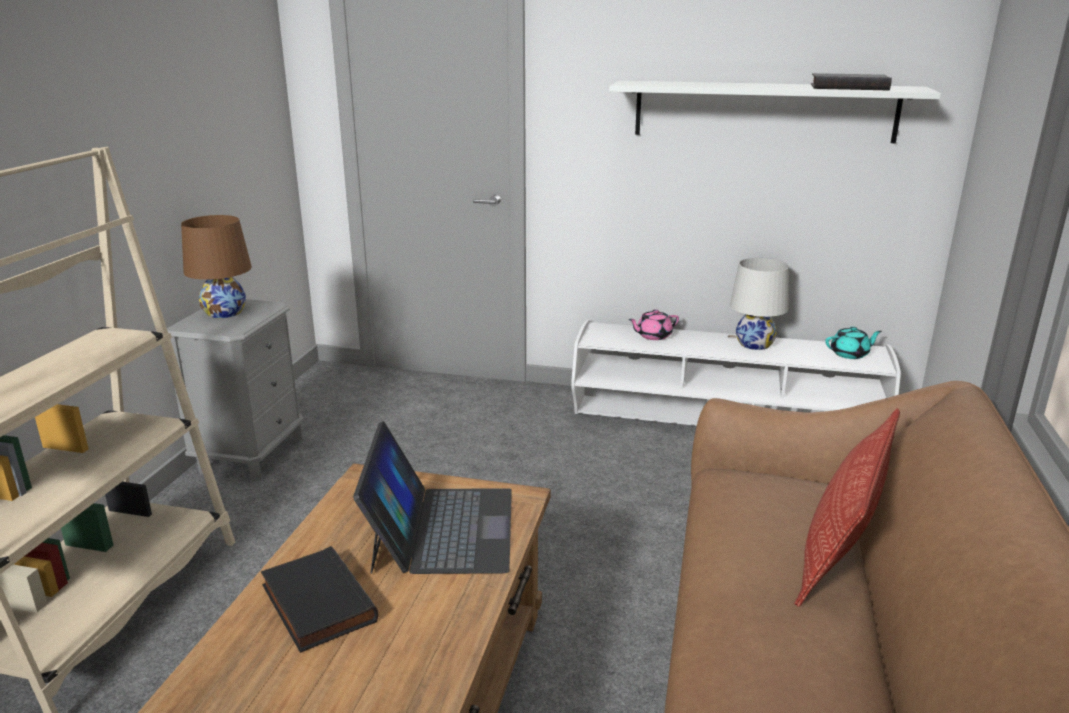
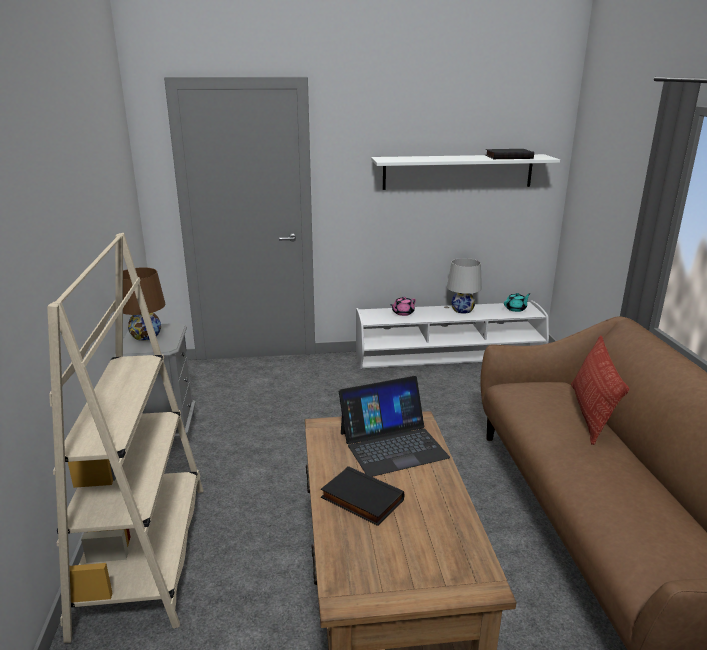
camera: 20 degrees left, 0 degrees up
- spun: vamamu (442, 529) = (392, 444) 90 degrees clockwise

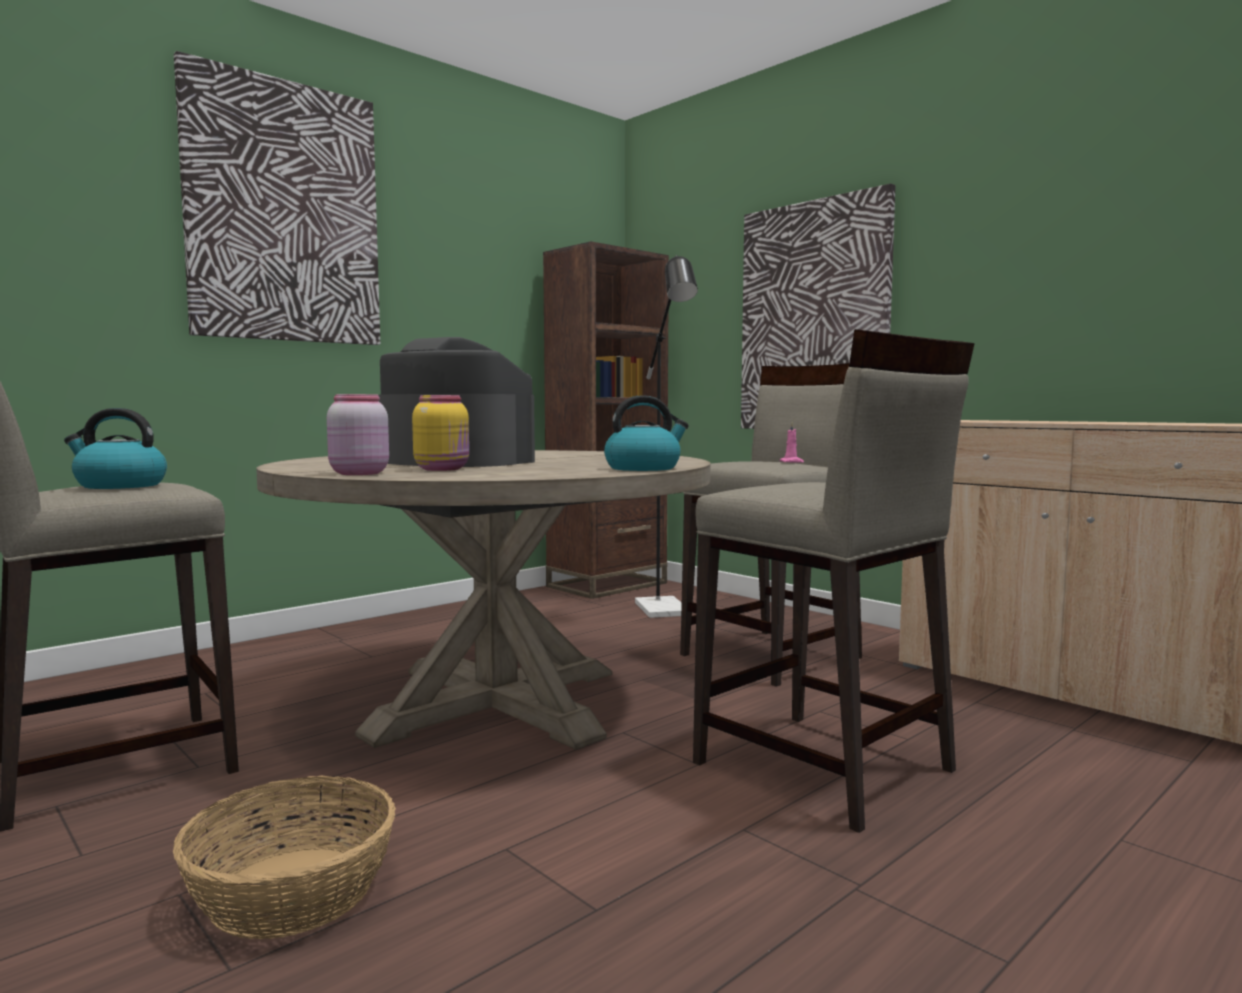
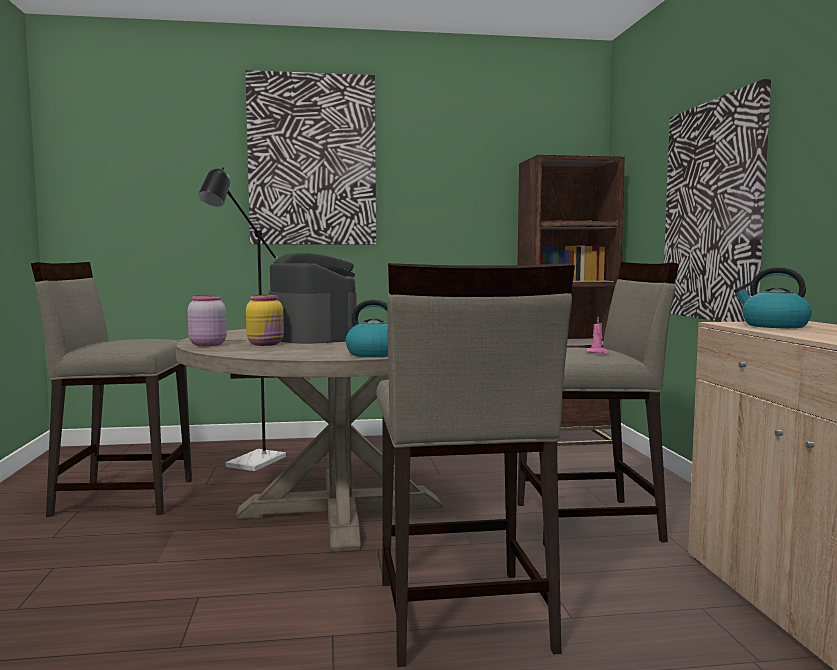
camera: 35 degrees right, 0 degrees up
- missing: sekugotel (291, 891)
- relocated: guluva (119, 486) to (773, 326)
- relocated: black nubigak (665, 612) to (249, 464)

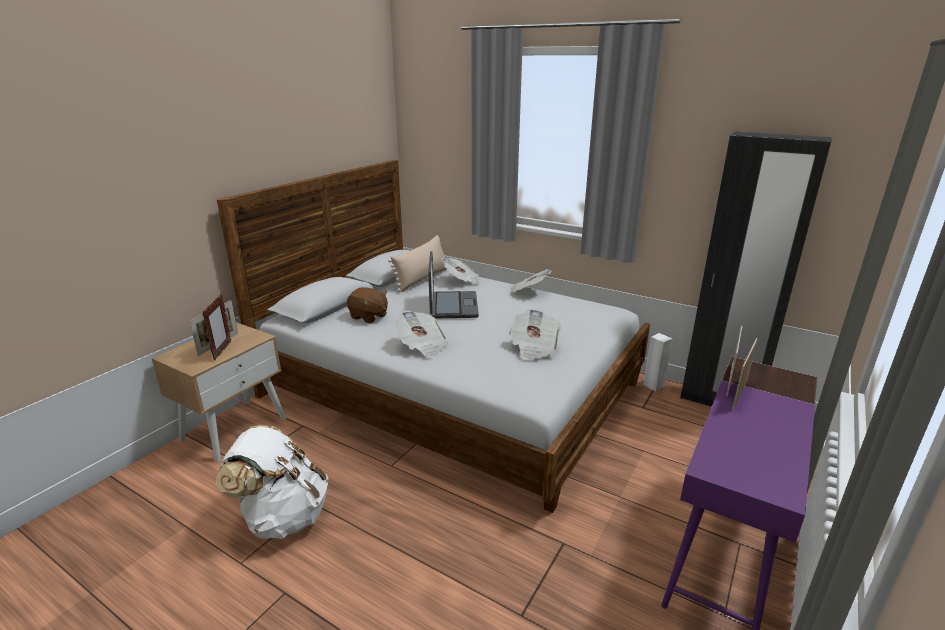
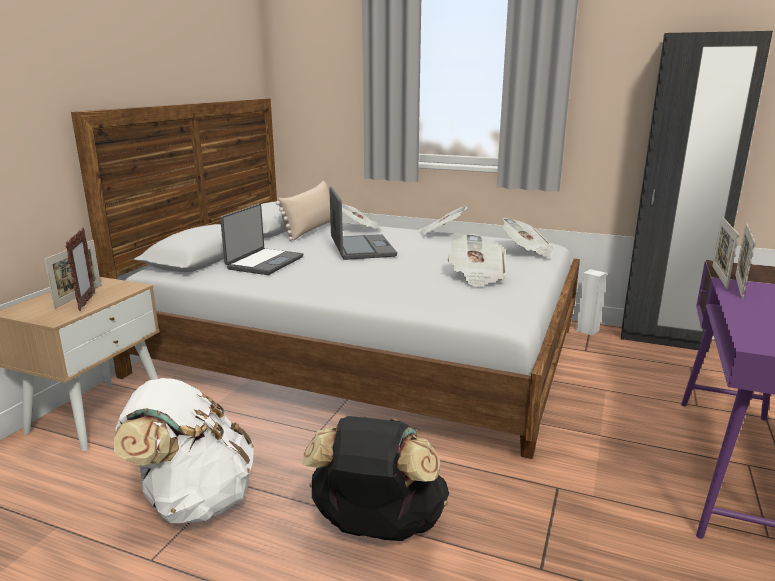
camera: 10 degrees left, 5 degrees down
- appeared: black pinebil (377, 528)
- relocated: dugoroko (422, 346) to (527, 252)
- exchanged: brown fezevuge (368, 317) to vamamu (264, 263)

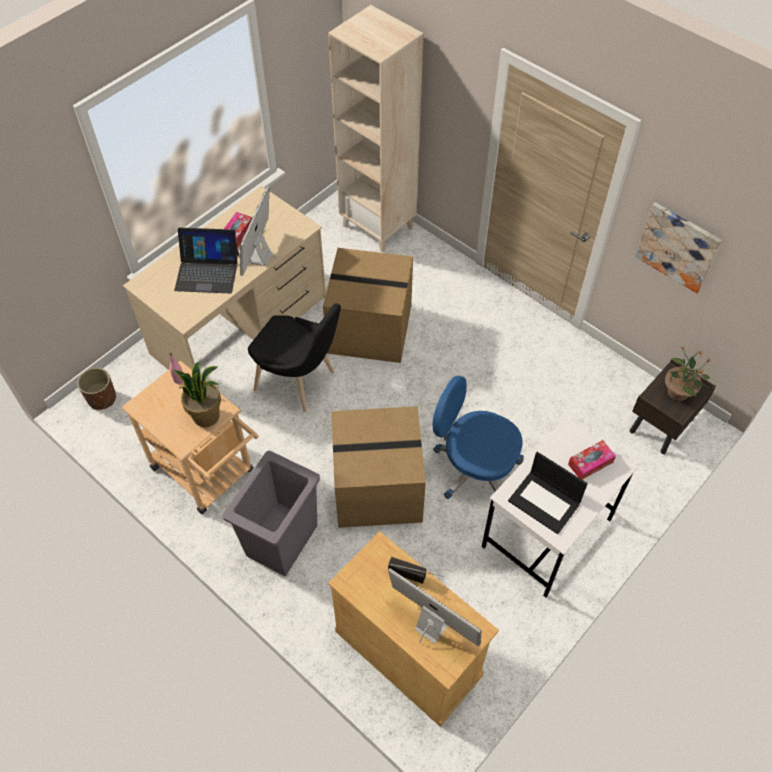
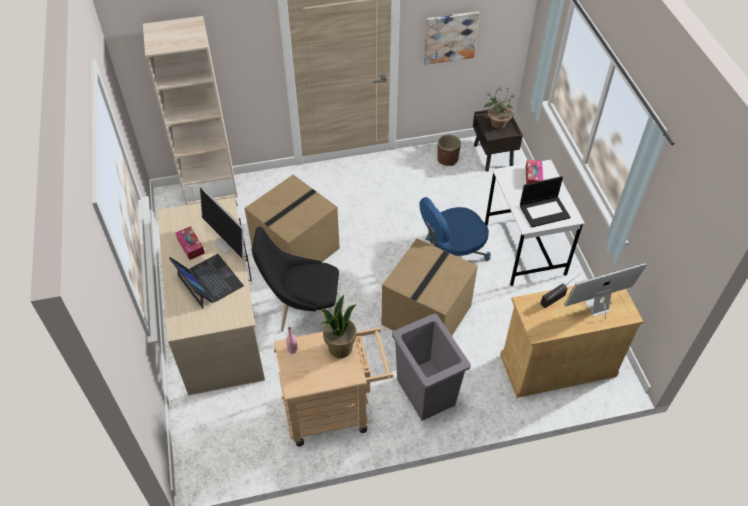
camera: 55 degrees left, 5 degrees down
- relocated: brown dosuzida (101, 398) to (447, 159)
- spun: vamamu (207, 271) = (209, 281) 75 degrees counterclockwise
- spun: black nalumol (300, 382) = (304, 312) 150 degrees counterclockwise

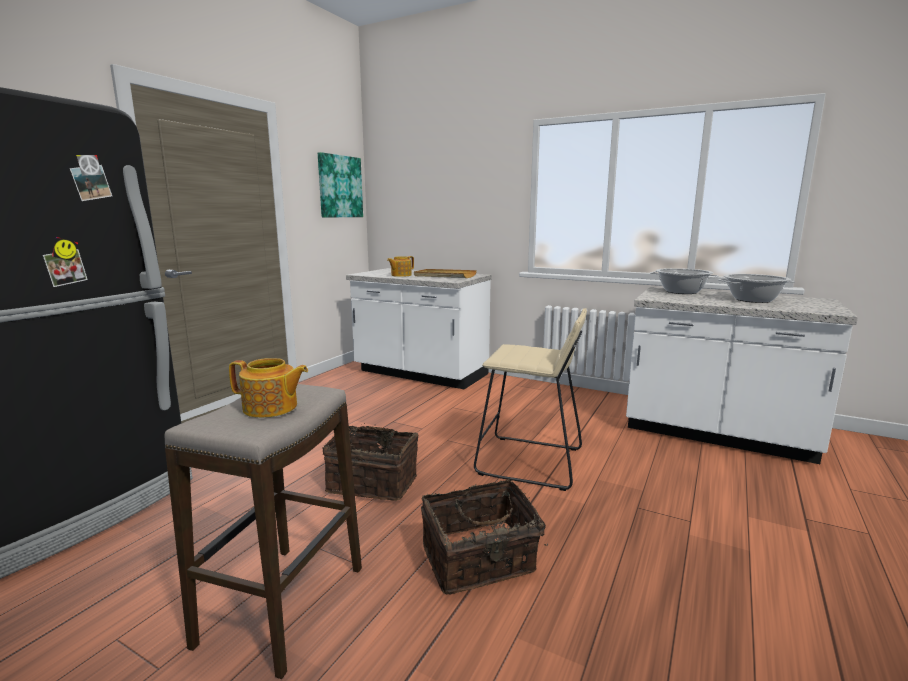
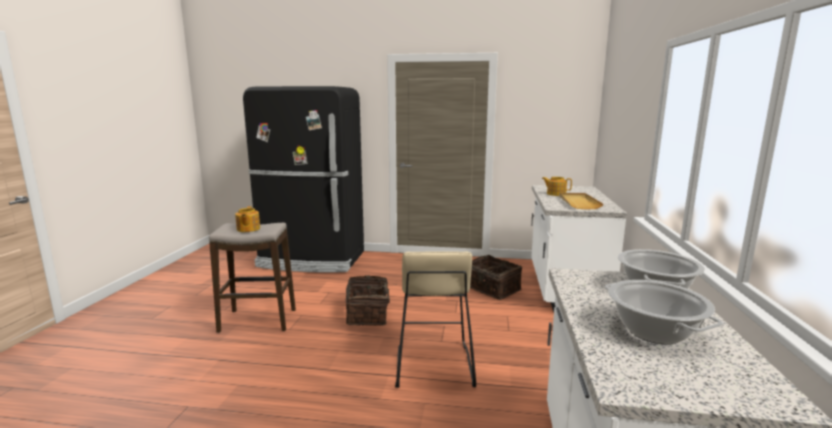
camera: 70 degrees right, 0 degrees up
- missing: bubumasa (339, 186)
- relocated: sekugotel (479, 561) to (492, 289)

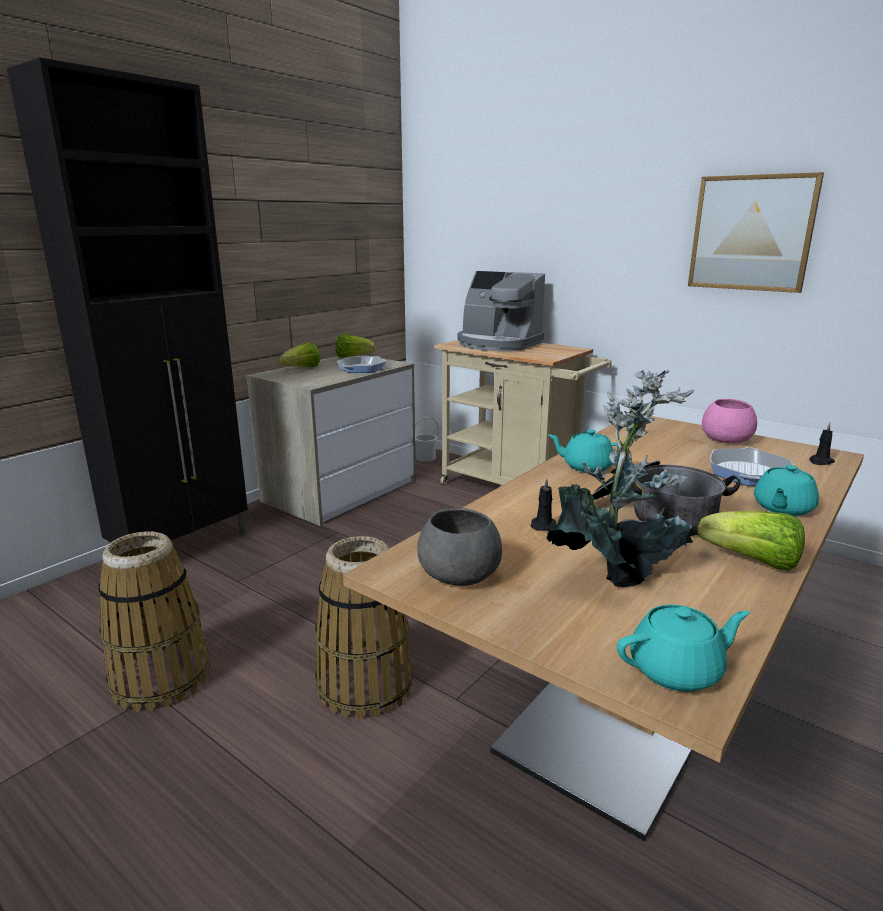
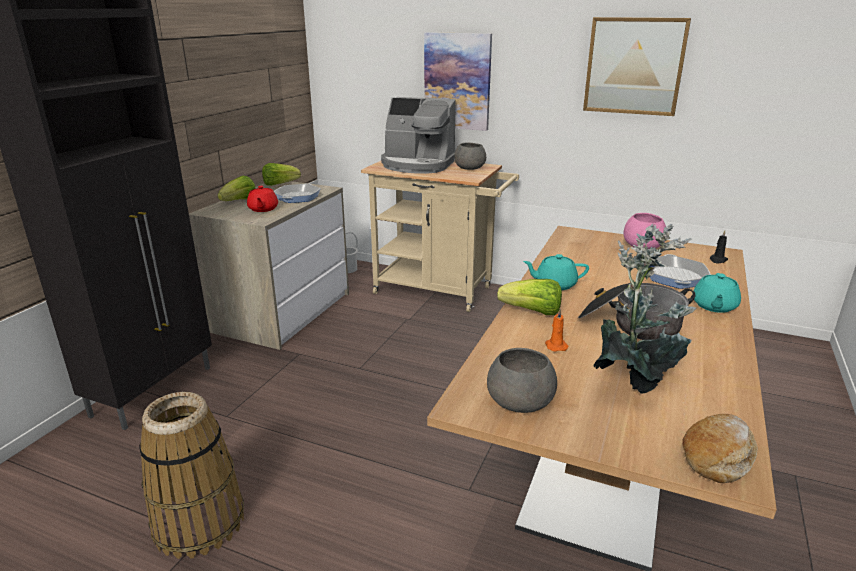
camera: 15 degrees left, 5 degrees up
- missing: sekugotel (365, 685)
- appeared: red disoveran (263, 209)
- appeared: bubumasa (457, 81)
- appeared: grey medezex (469, 168)
- relocated: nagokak (752, 561) to (532, 312)
- exchanged: turquoise disoveran (677, 670) to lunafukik (718, 456)
- colour: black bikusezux (543, 525) to orange bikusezux (555, 346)

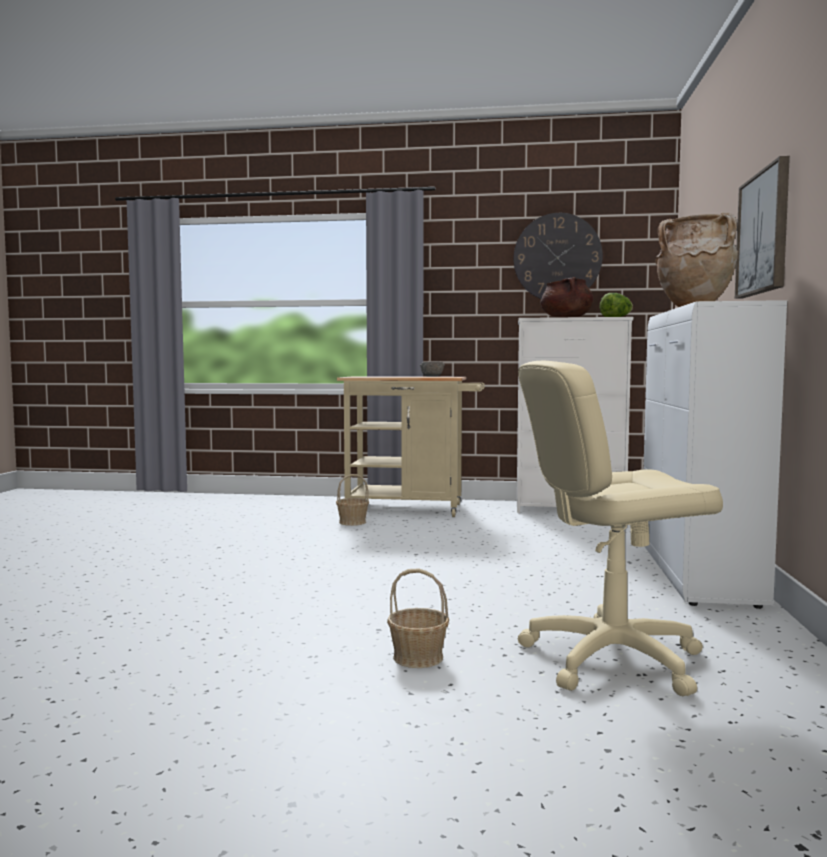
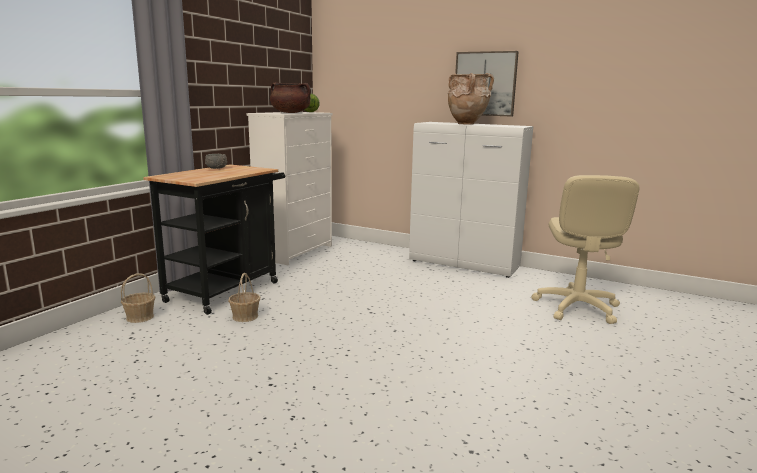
camera: 70 degrees left, 10 degrees up
- missing: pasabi (557, 257)
- relocated: sekugotel (418, 657) to (140, 317)
- colour: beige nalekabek (413, 509) to black nalekabek (227, 289)

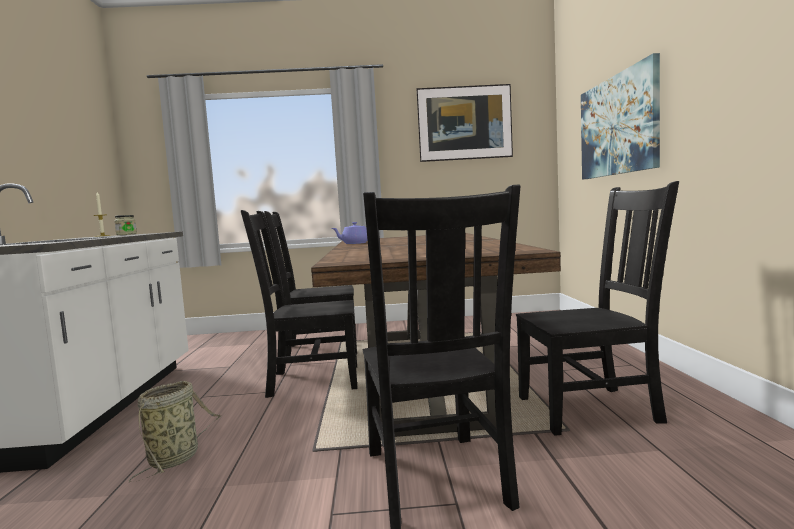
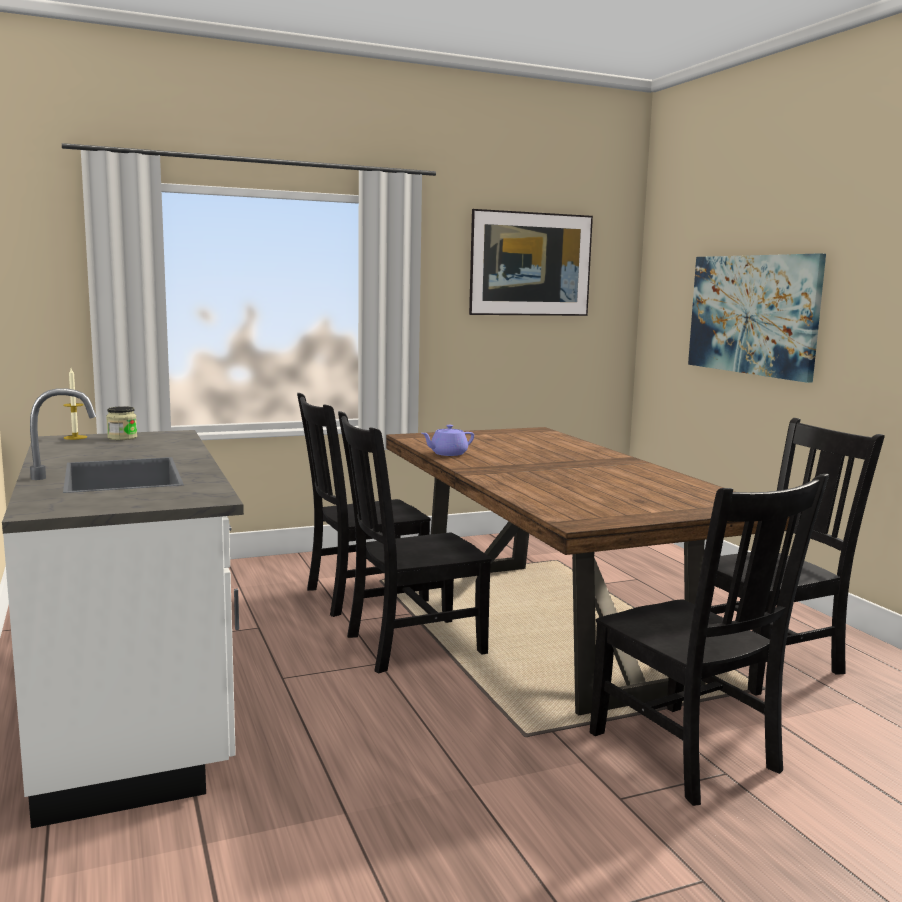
camera: 20 degrees left, 5 degrees up
- missing: sekugotel (176, 458)

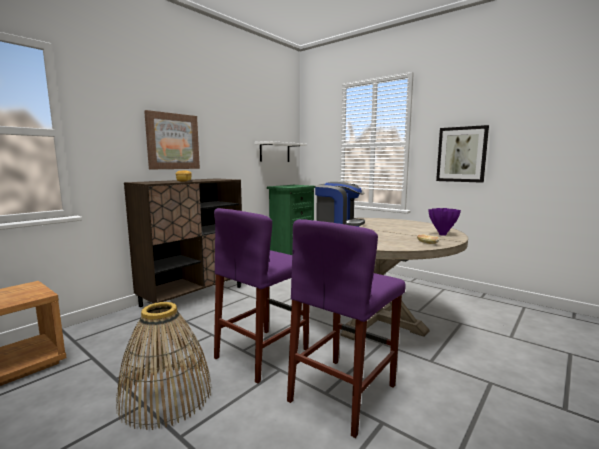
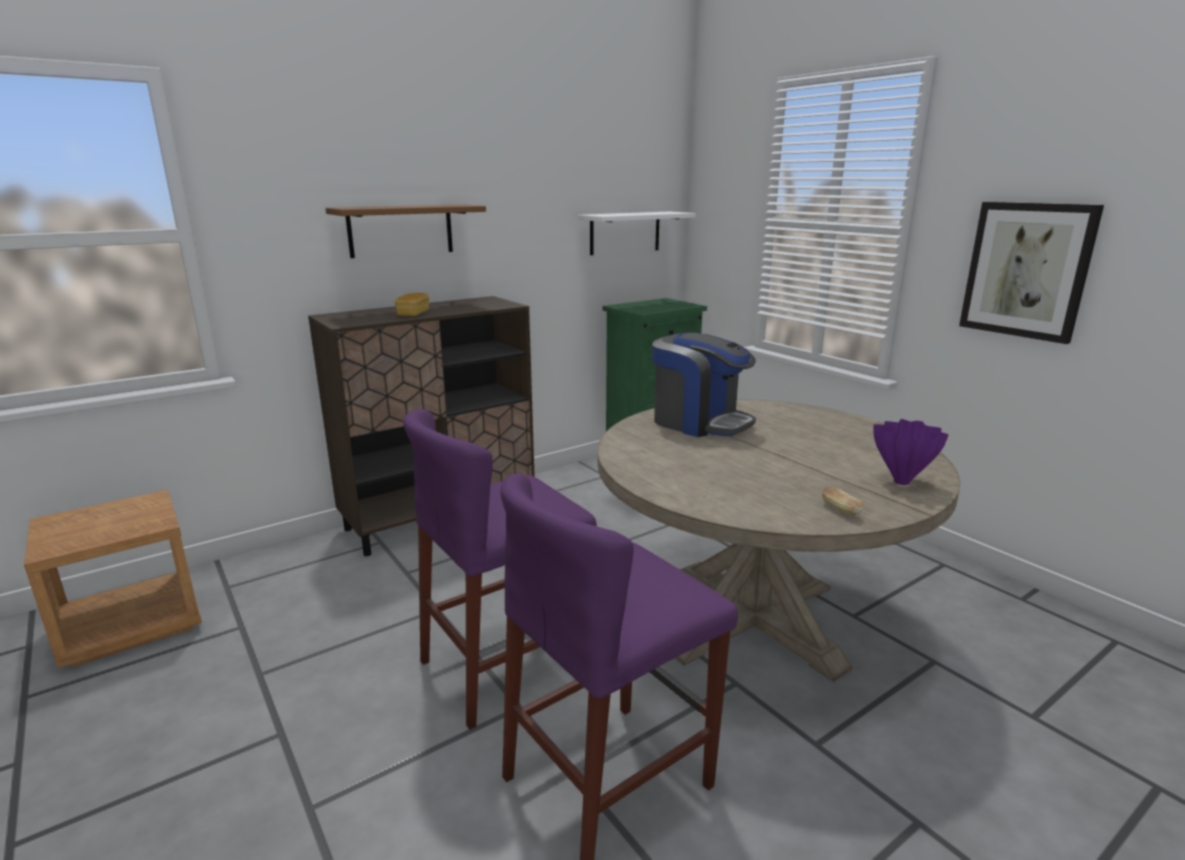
camera: 15 degrees right, 10 degrees up
- missing: sekugotel (165, 396)
- exchanged: bubumasa (172, 141) to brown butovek (401, 230)

